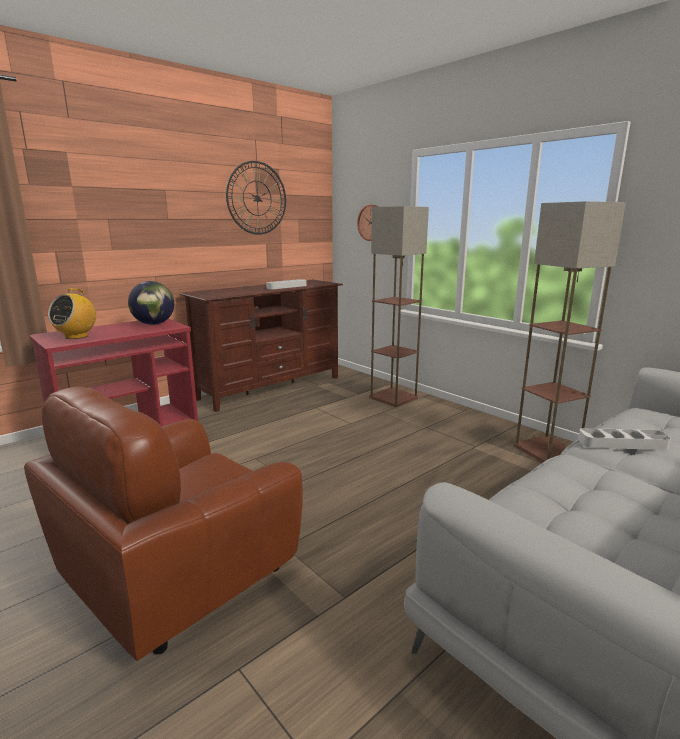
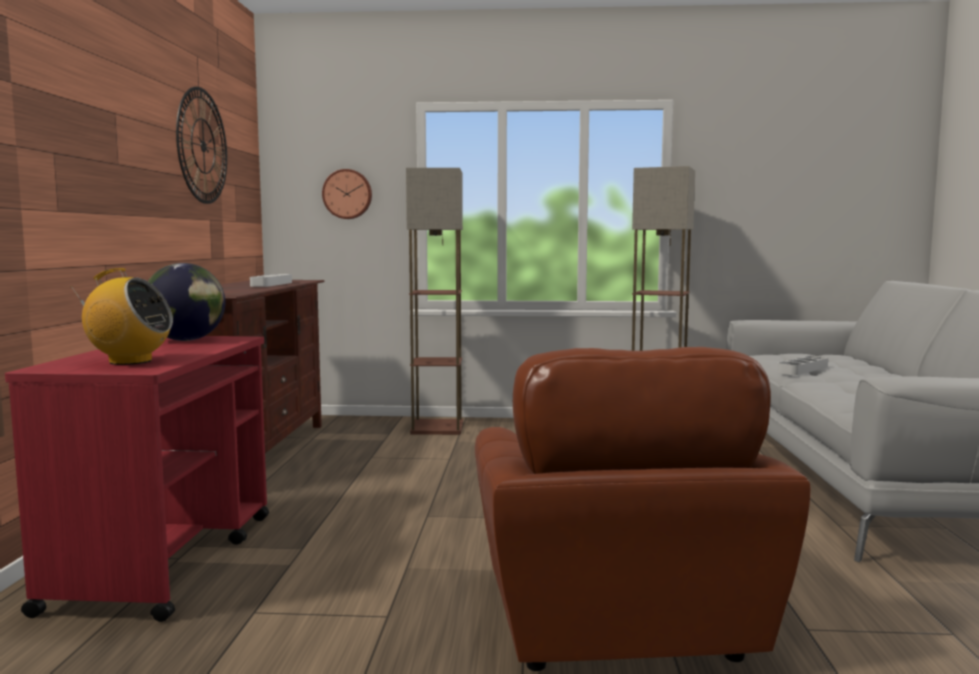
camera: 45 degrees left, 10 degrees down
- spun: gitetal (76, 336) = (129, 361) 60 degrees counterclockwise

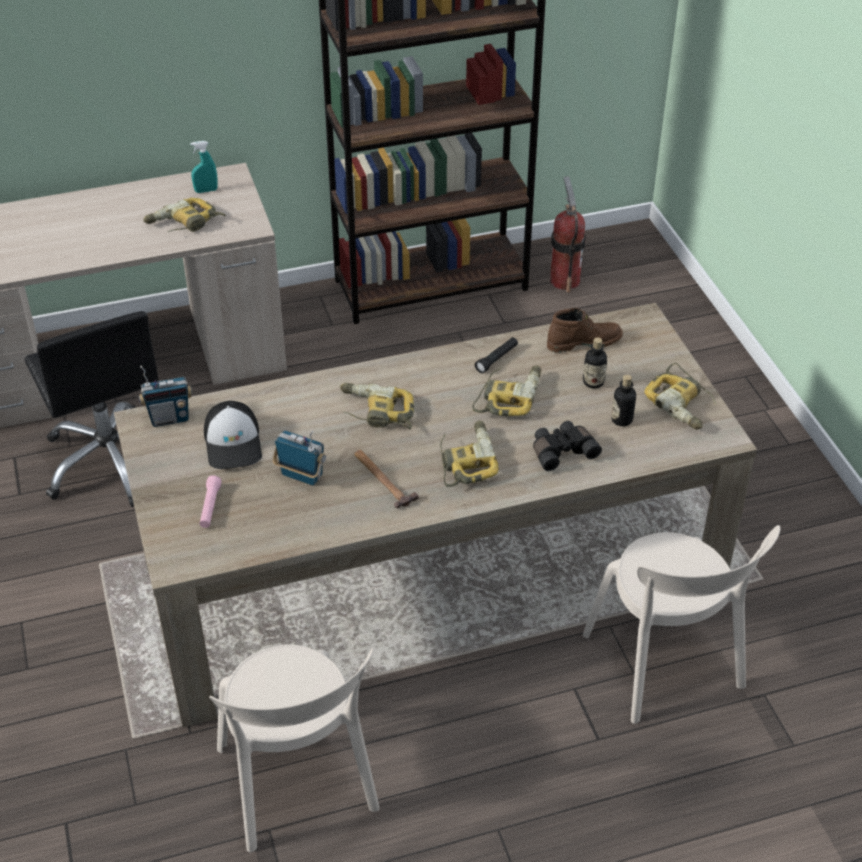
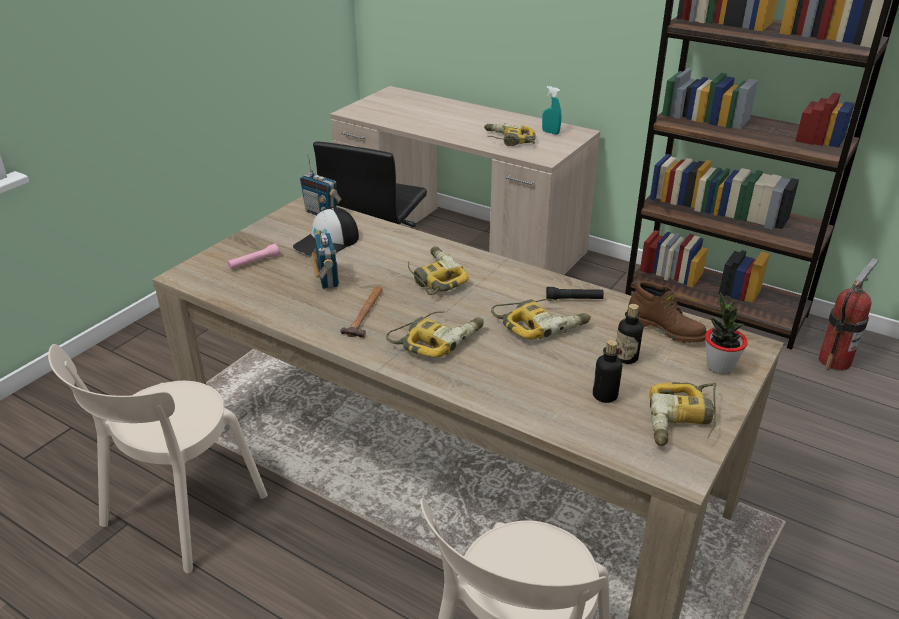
camera: 50 degrees right, 10 degrees down
- missing: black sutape (562, 451)
- appeared: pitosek (719, 366)

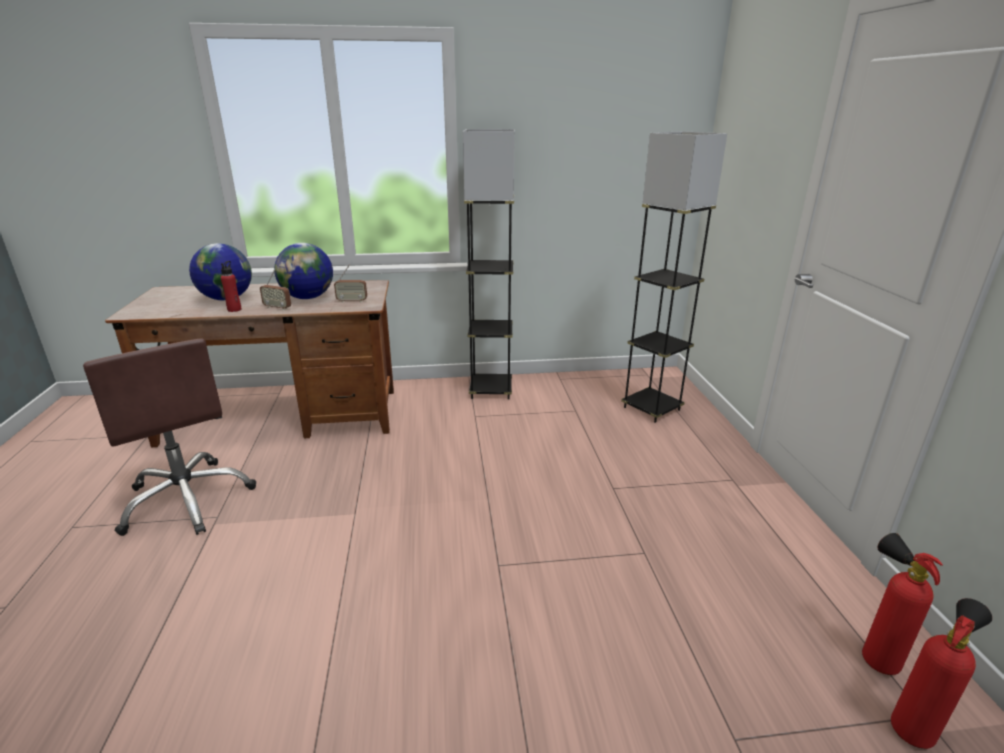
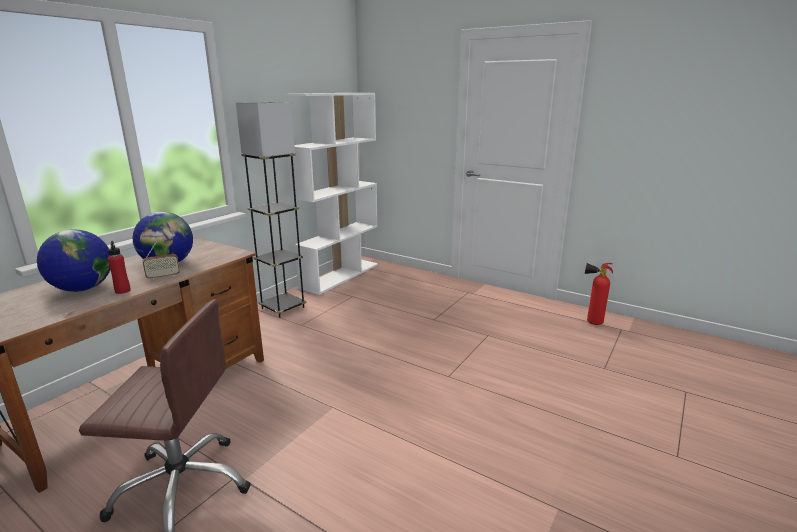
camera: 50 degrees left, 5 degrees down
- missing: gitetal (352, 301)
- missing: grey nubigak (651, 408)
- missing: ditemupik (914, 727)
- appeared: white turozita (340, 275)

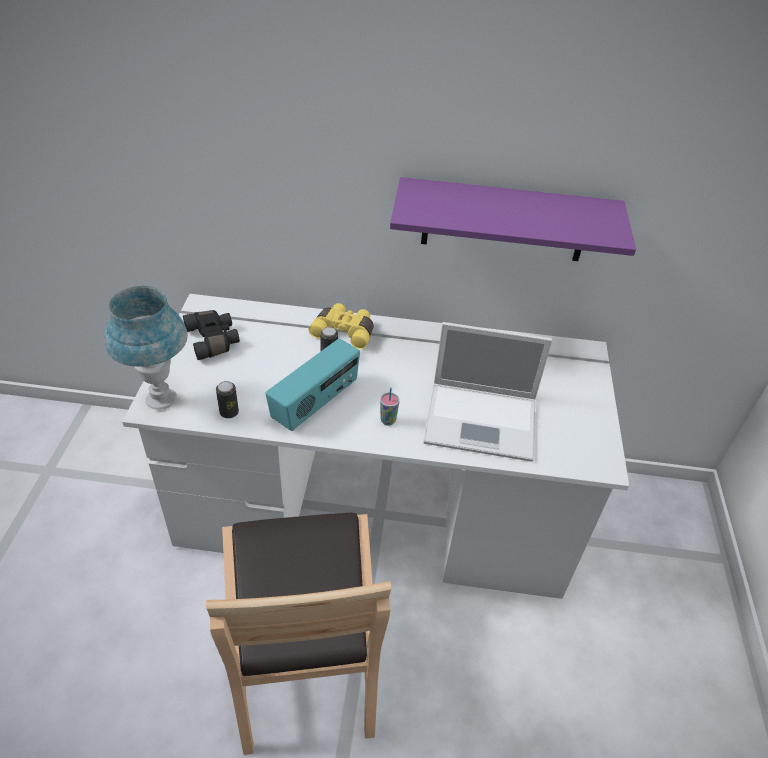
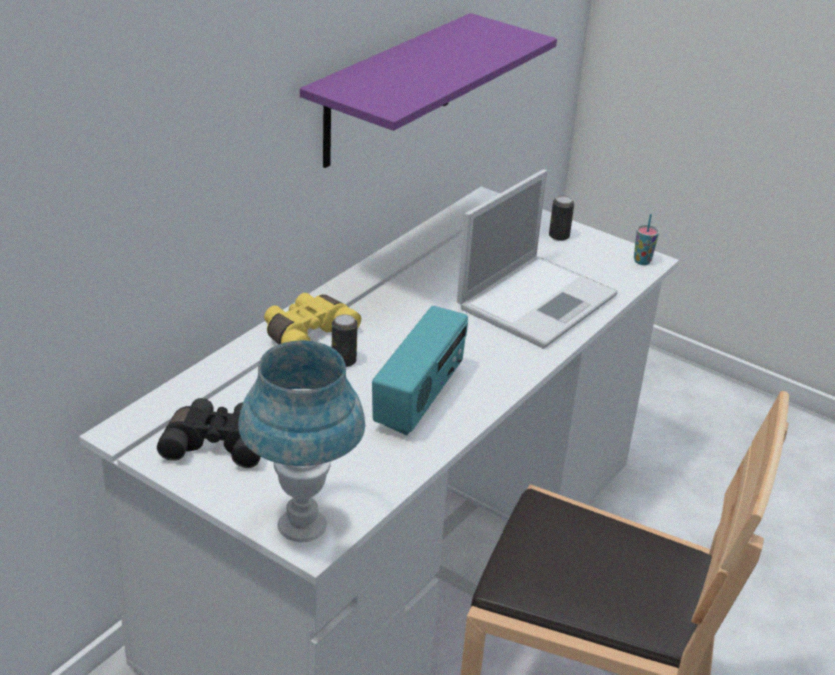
camera: 60 degrees left, 10 degrees down
- relocated: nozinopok (229, 412) to (559, 236)
- relocated: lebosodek (388, 420) to (642, 261)
- spun: gitetal (316, 403) = (420, 399) 45 degrees clockwise

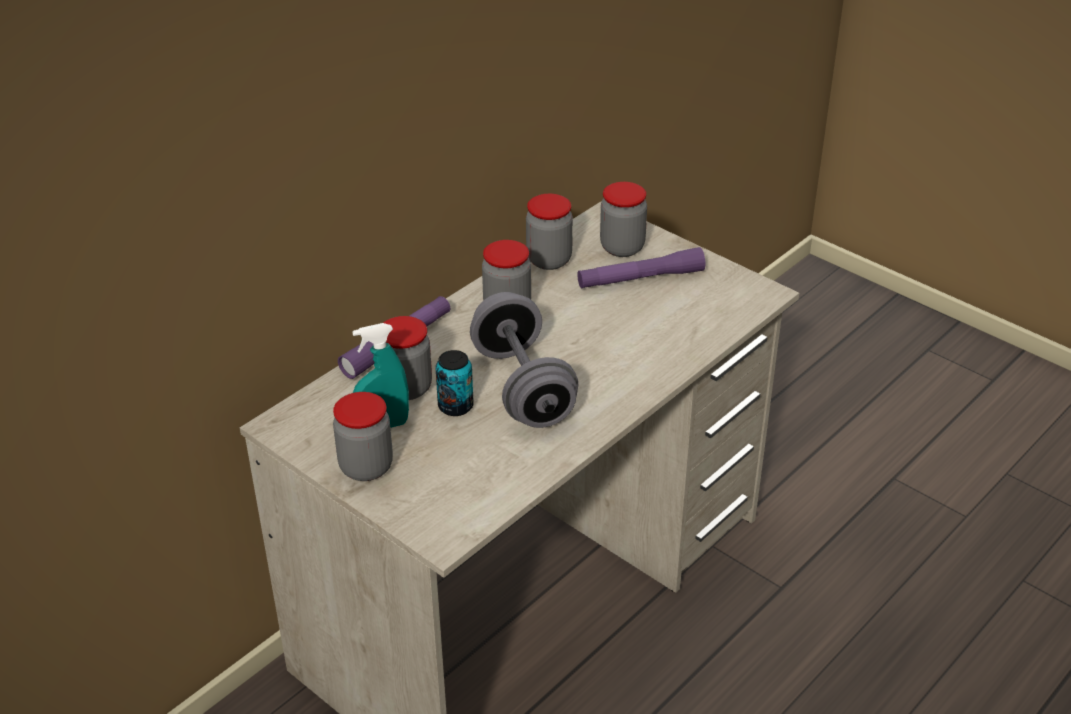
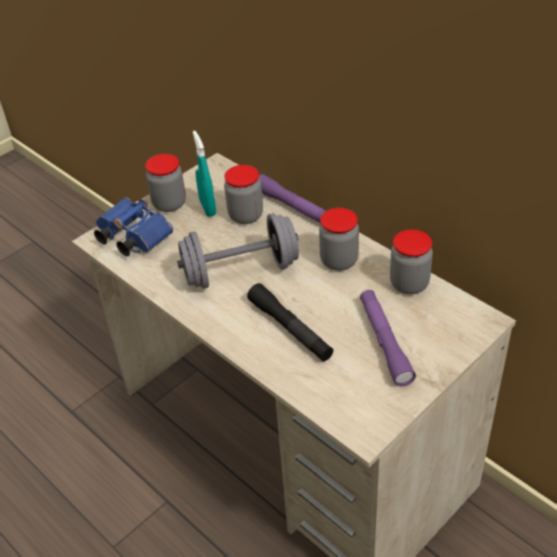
camera: 95 degrees right, 5 degrees up
- missing: nozinopok (455, 406)
- missing: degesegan (622, 247)
- appeared: blue sutape (132, 237)
- appeared: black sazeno (290, 329)

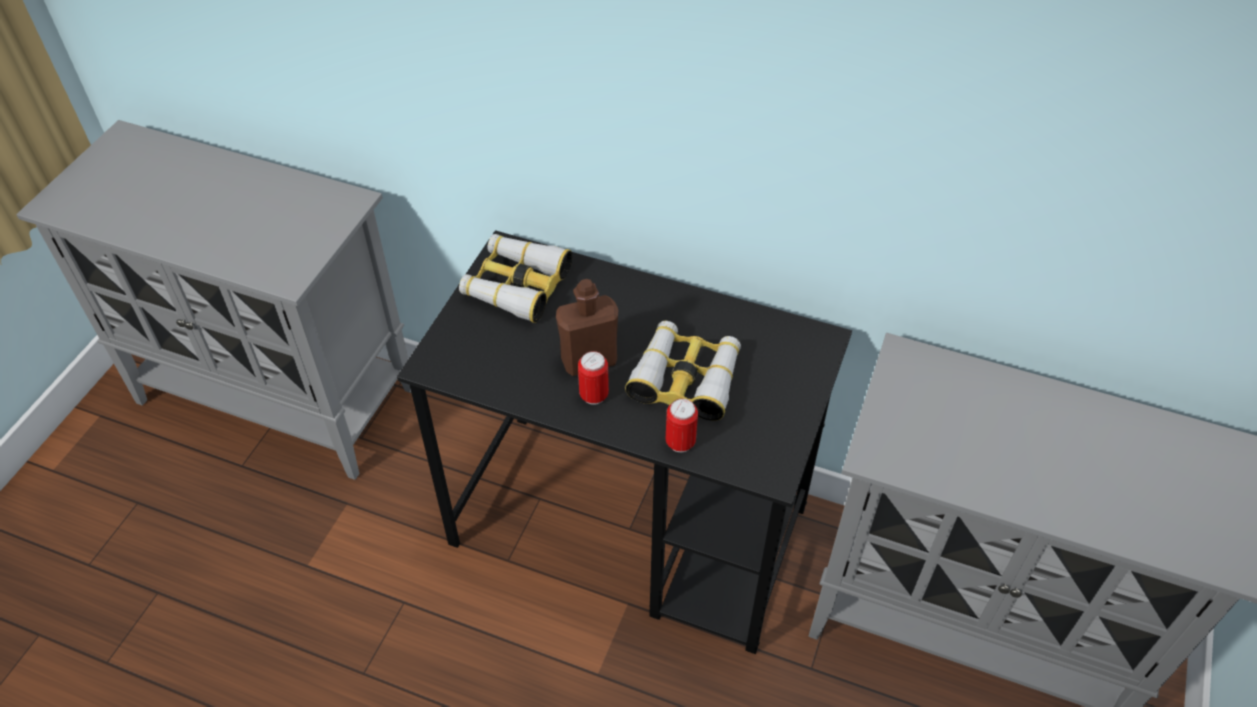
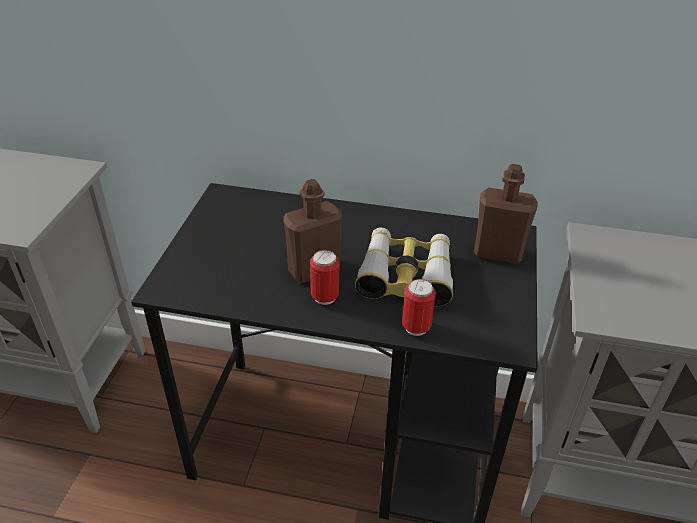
camera: 10 degrees left, 10 degrees down
- missing: sutape (516, 285)
- appeared: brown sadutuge (497, 253)

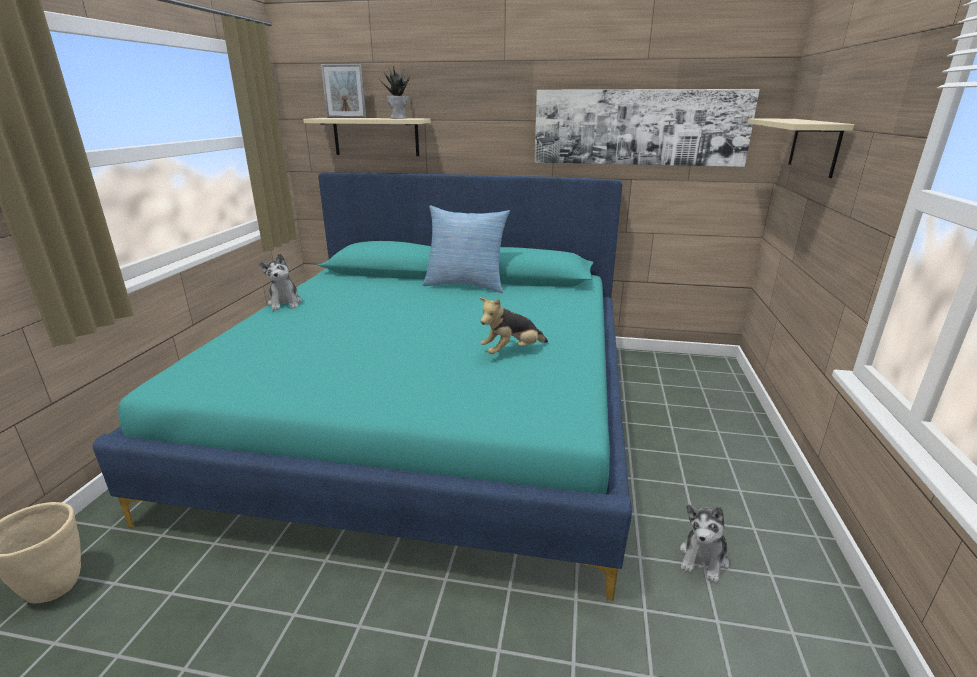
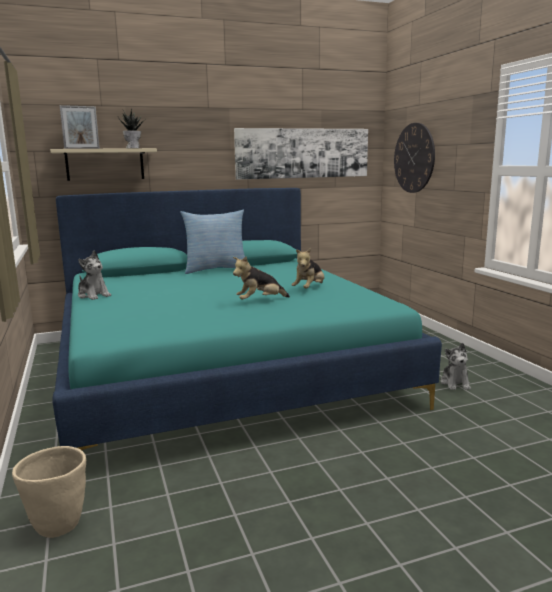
camera: 30 degrees left, 10 degrees down
- appeared: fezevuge (260, 301)
- exchanged: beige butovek (814, 146) to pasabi (414, 158)

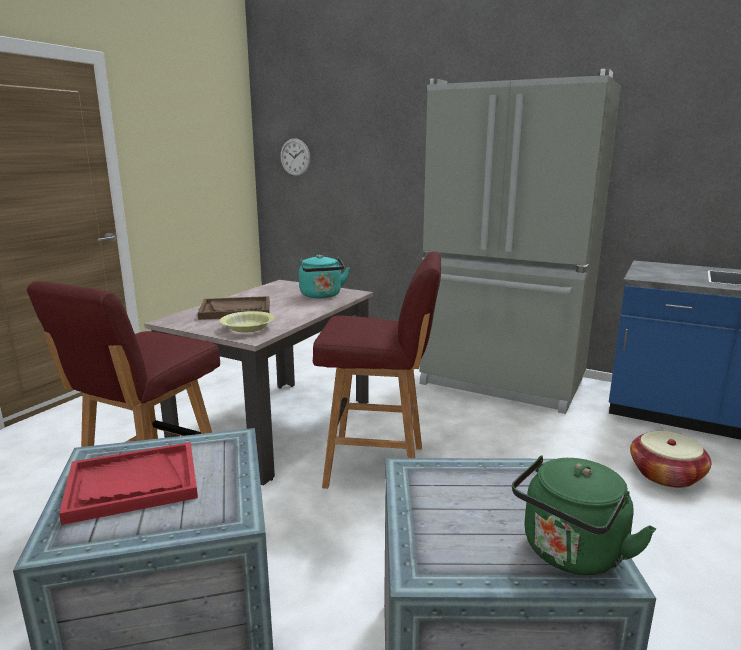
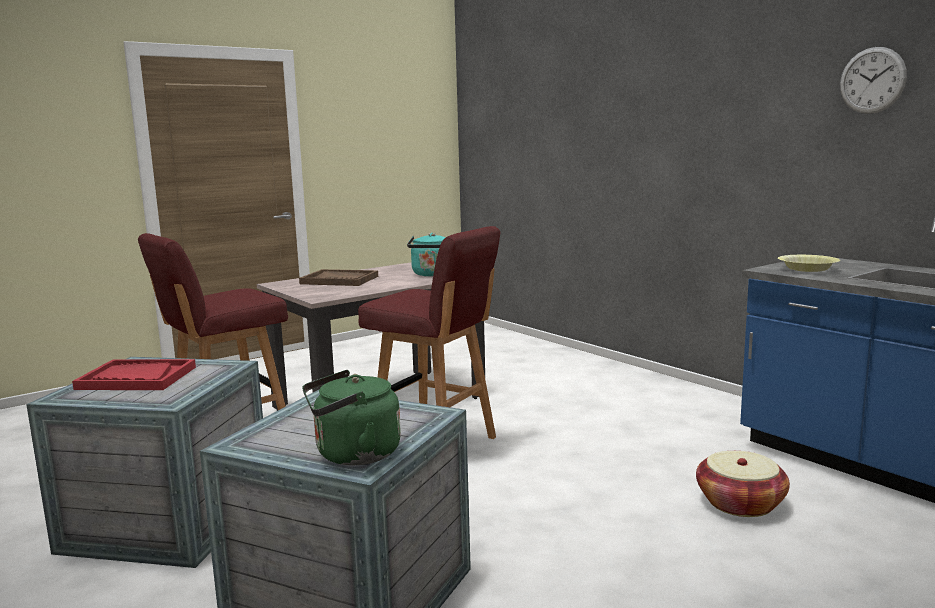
camera: 25 degrees right, 5 degrees down
- missing: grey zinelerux (502, 383)
- relocated: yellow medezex (248, 328) to (807, 269)
- relocated: pasabi (295, 157) to (872, 80)

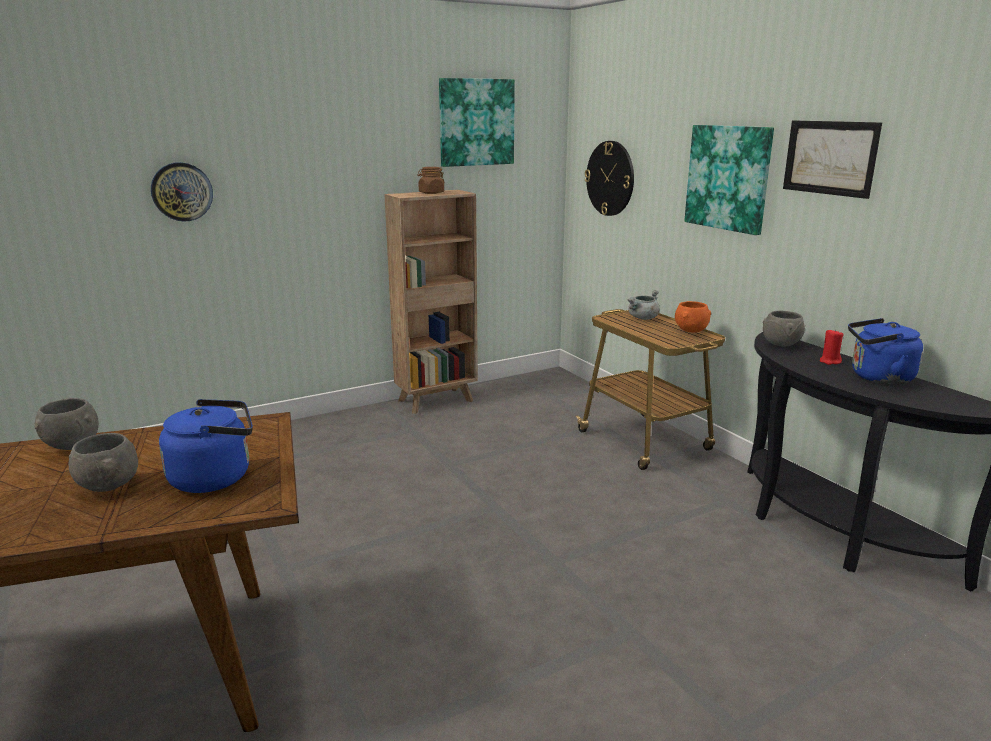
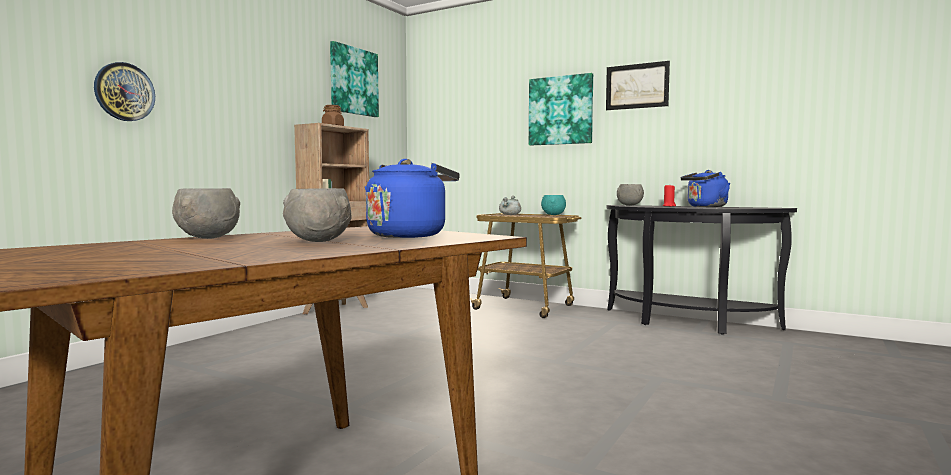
camera: 30 degrees left, 15 degrees down
- missing: pasabi (610, 178)
- colour: orange medezex (690, 331) to turquoise medezex (553, 215)

